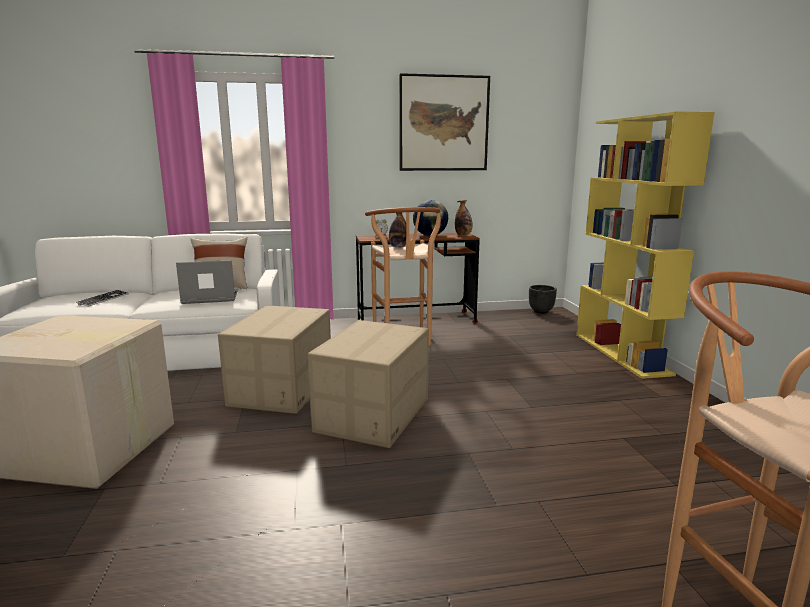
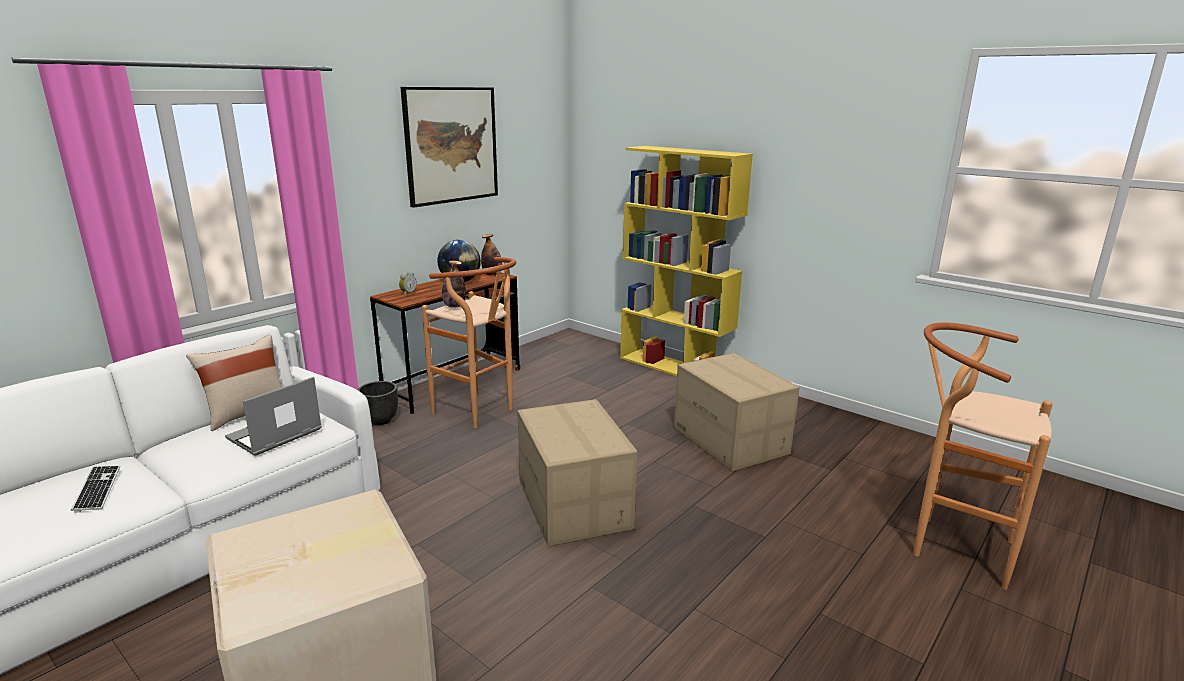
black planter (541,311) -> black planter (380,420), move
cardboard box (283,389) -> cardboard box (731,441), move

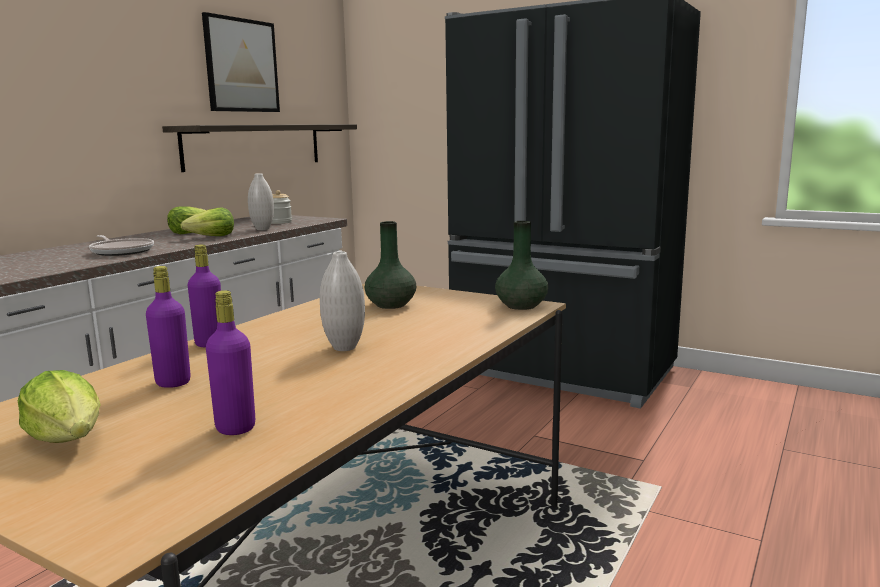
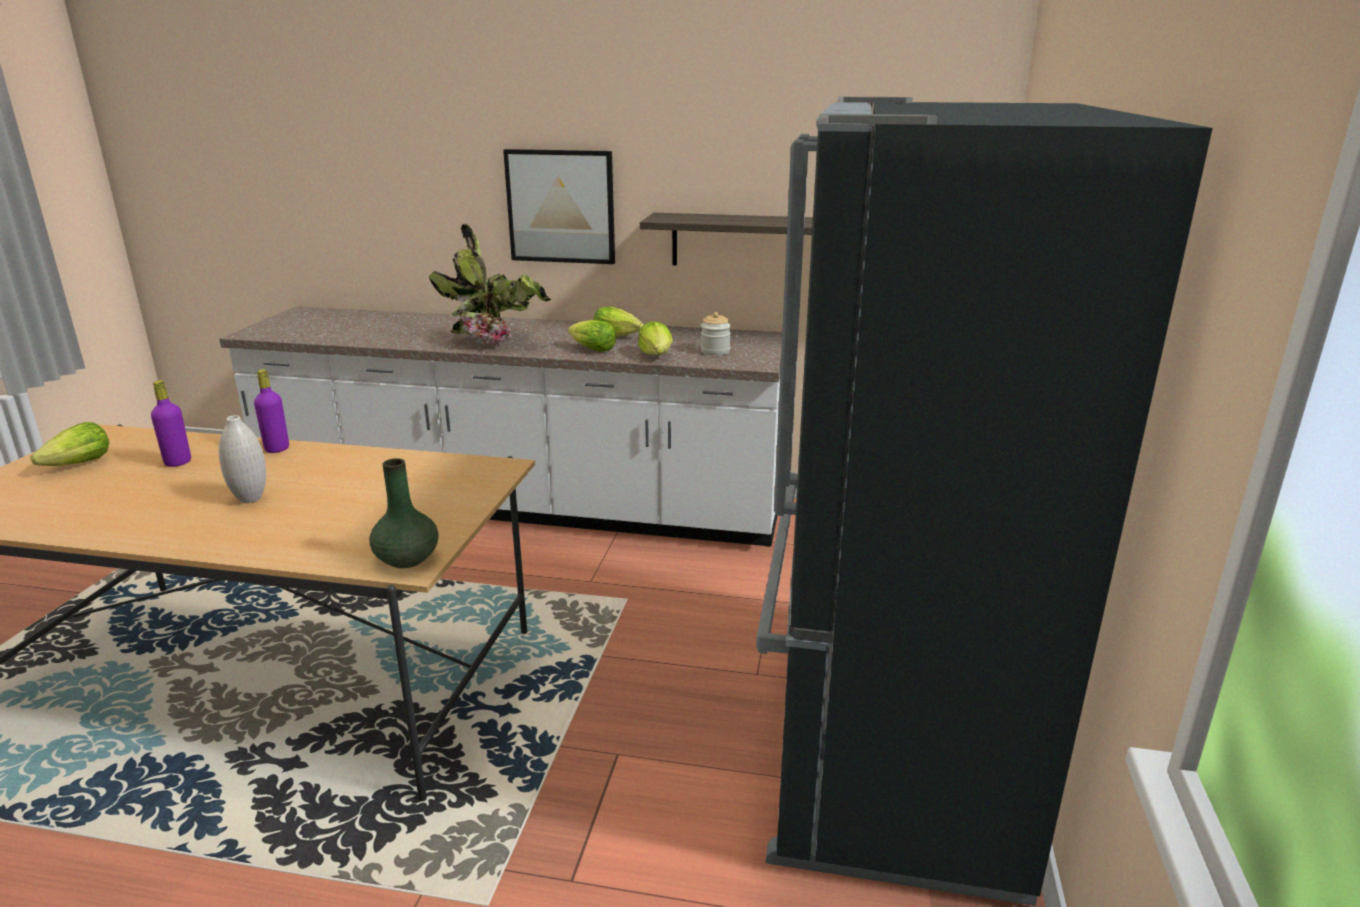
picture (241,65) -> picture (561,206), move
white vase (262,229) -> lettuce (657,355)
green vase (391,305) -> none
frying pan (121,251) -> potted plant (499,341)
purple bottle (235,428) -> none

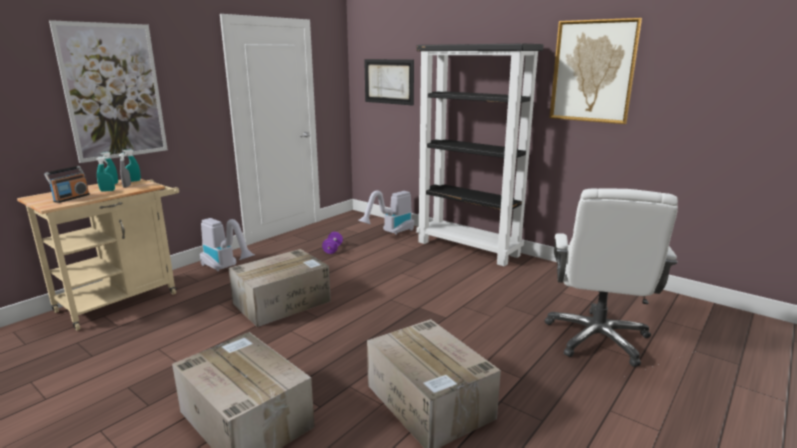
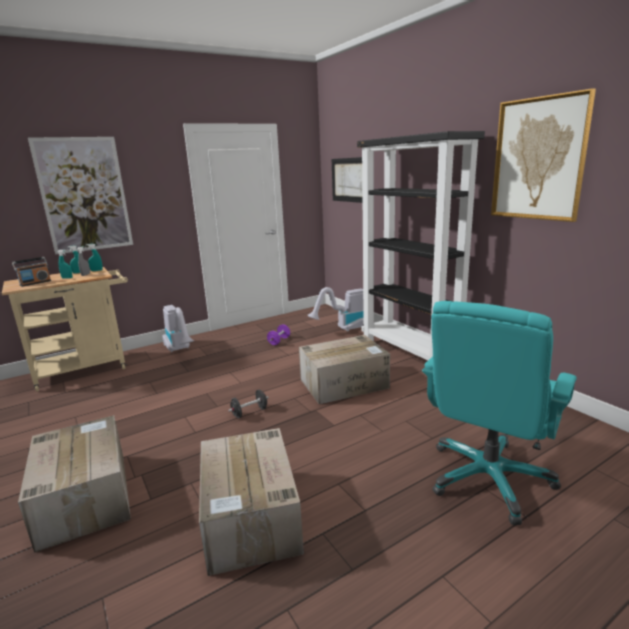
white office chair (597,338) -> turquoise office chair (488,478)
cardboard box (283,302) -> cardboard box (345,383), move
none -> black dumbbell (249,412)

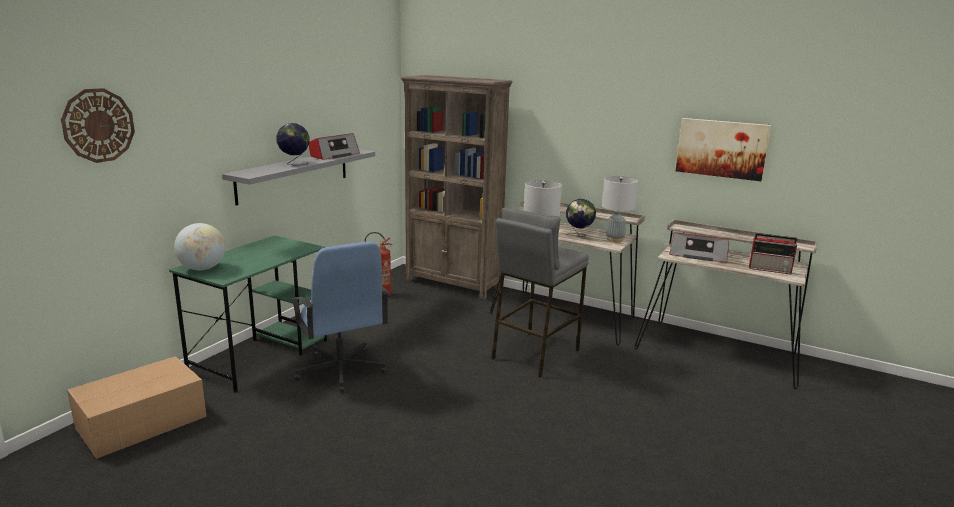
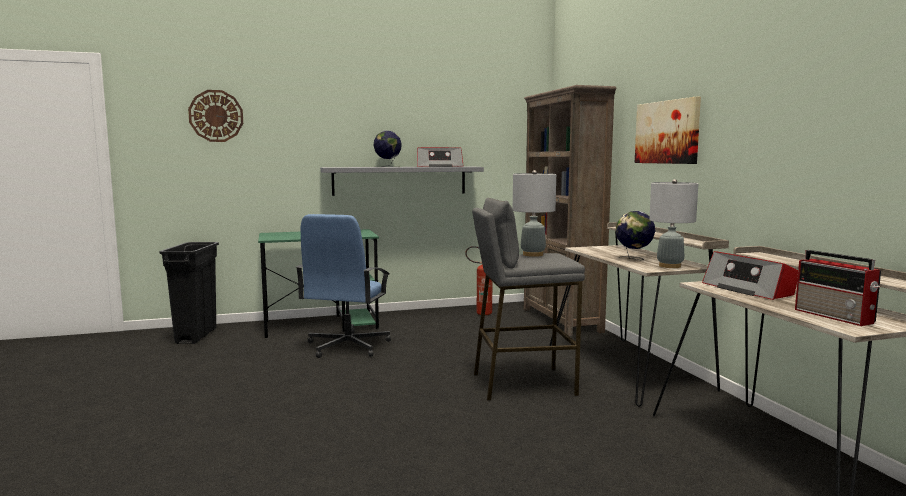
picture (721,148) -> picture (667,132), move
globe (202,269) -> none
cardboard box (144,422) -> black trash can (196,336)

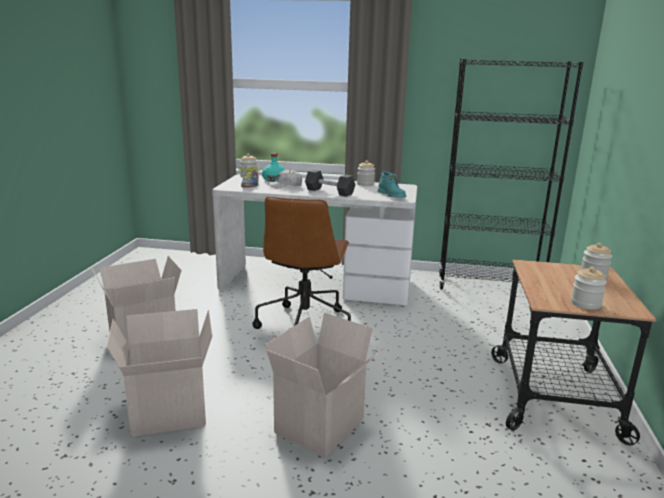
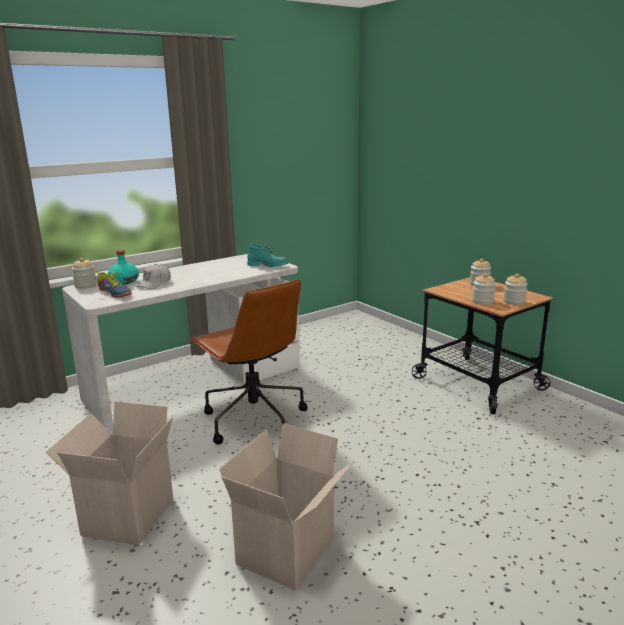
black bookcase (489,286) -> none
jar (365,184) -> jar (482,301), move
black dumbbell (329,192) -> none
cardboard box (321,427) -> none

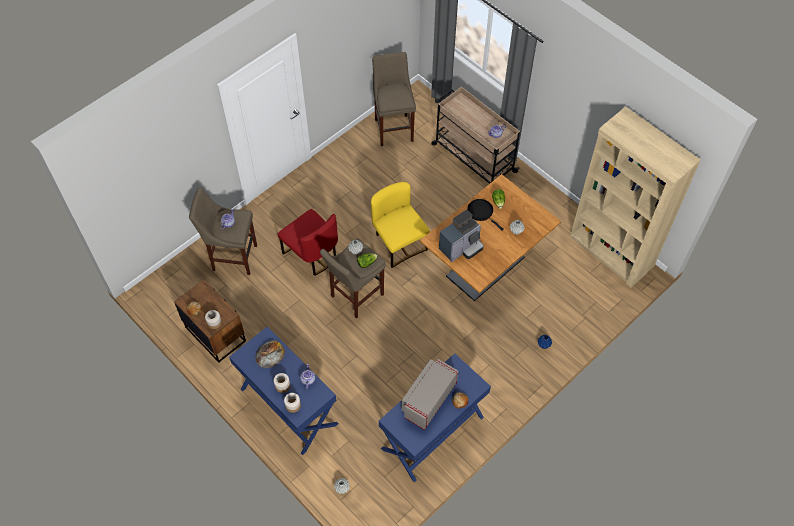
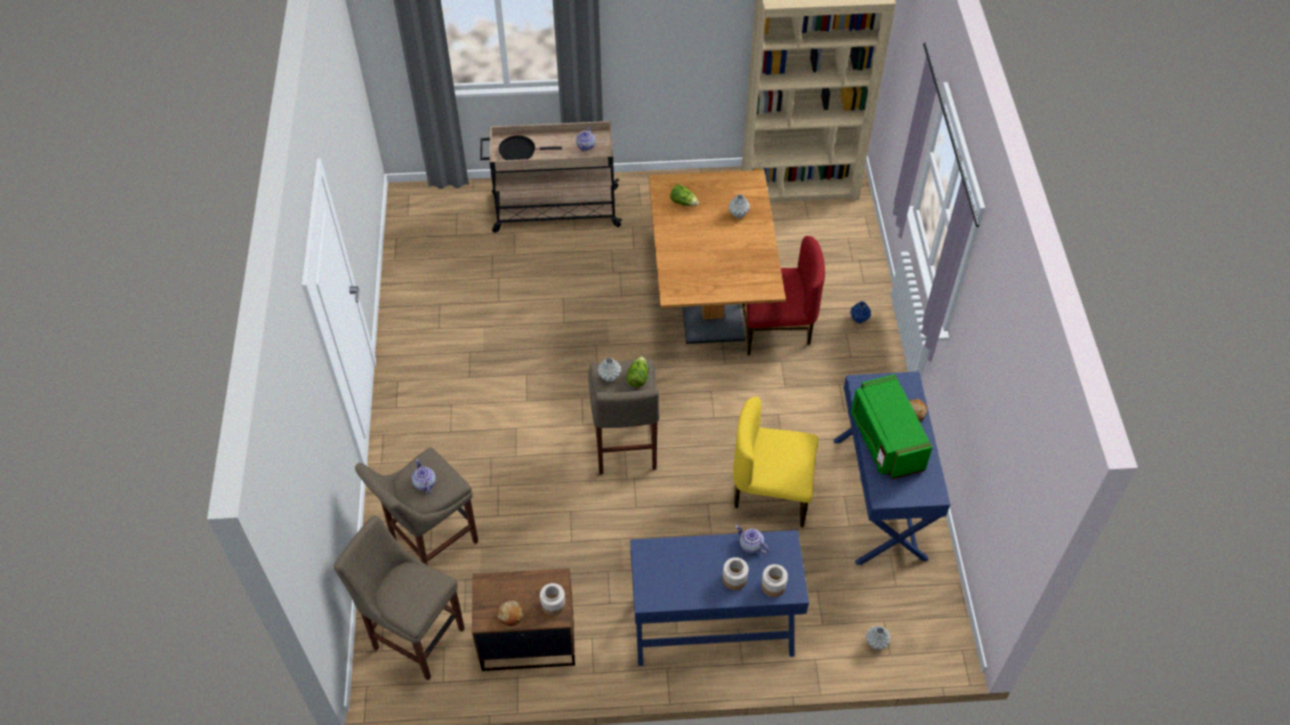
beige stool (393,128) -> beige stool (415,636), move
yellow chair (399,243) -> yellow chair (771,492), move
black frying pan (481,212) -> black frying pan (520,151), move
red chair (311,254) -> red chair (776,329), move
coffee machine (461,247) -> none
bread (270,354) -> none
grey microwave (428,399) -> green microwave (885,440)

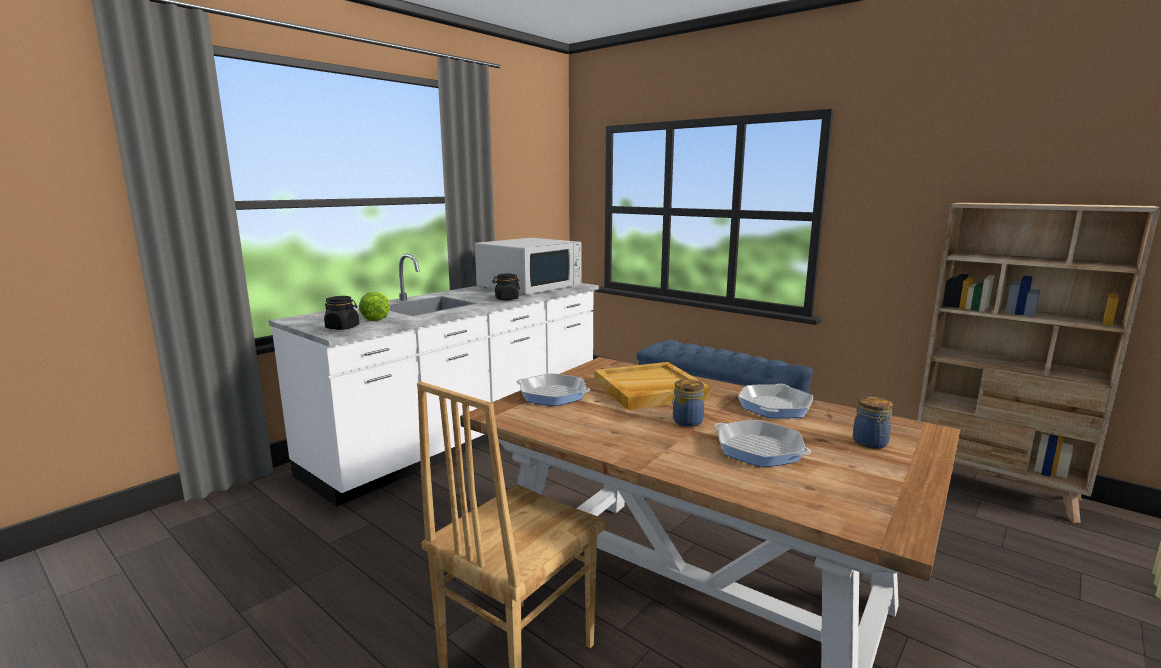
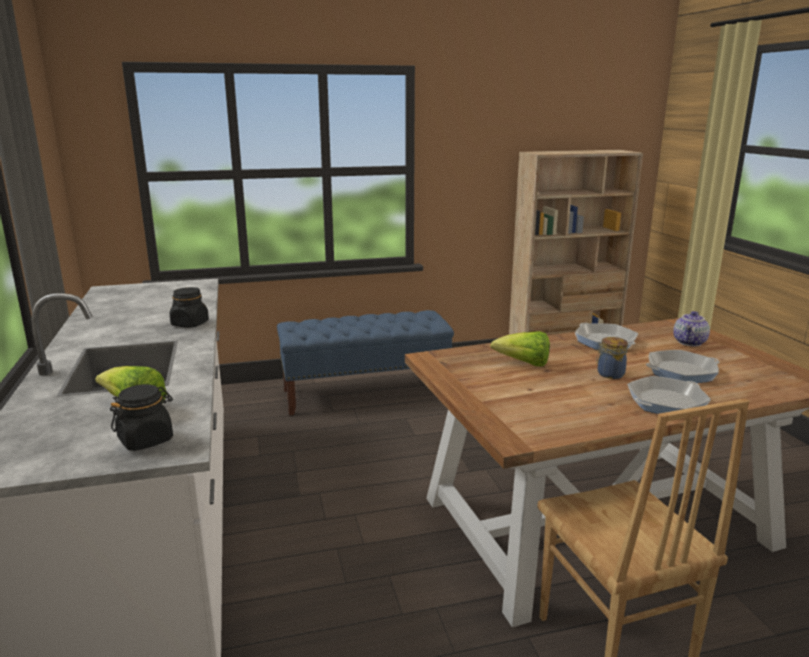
white microwave (530,286) -> none
beige tray (649,389) -> lettuce (524,364)
frying pan (552,395) -> frying pan (666,402), move
jar (870,443) -> teapot (690,343)

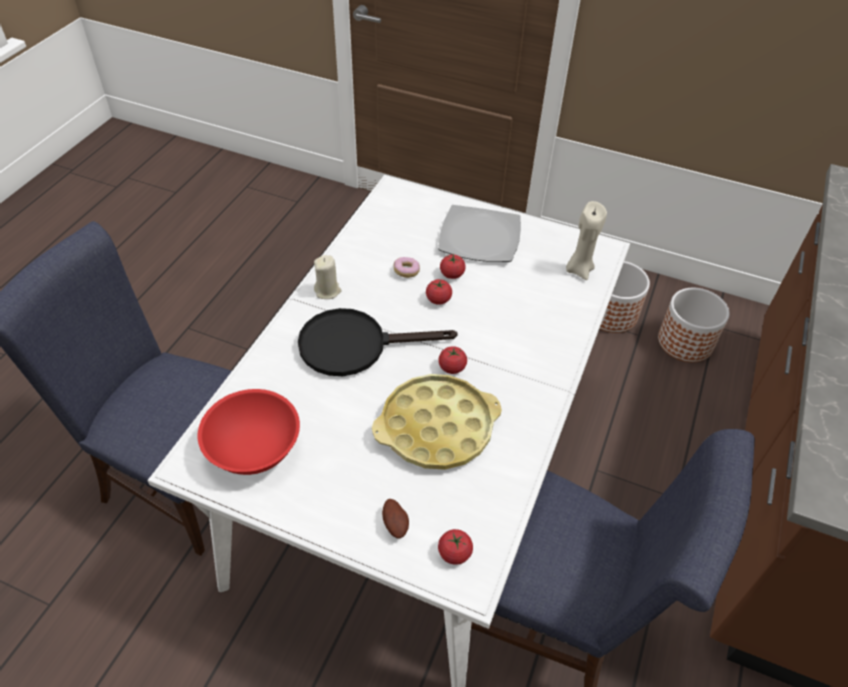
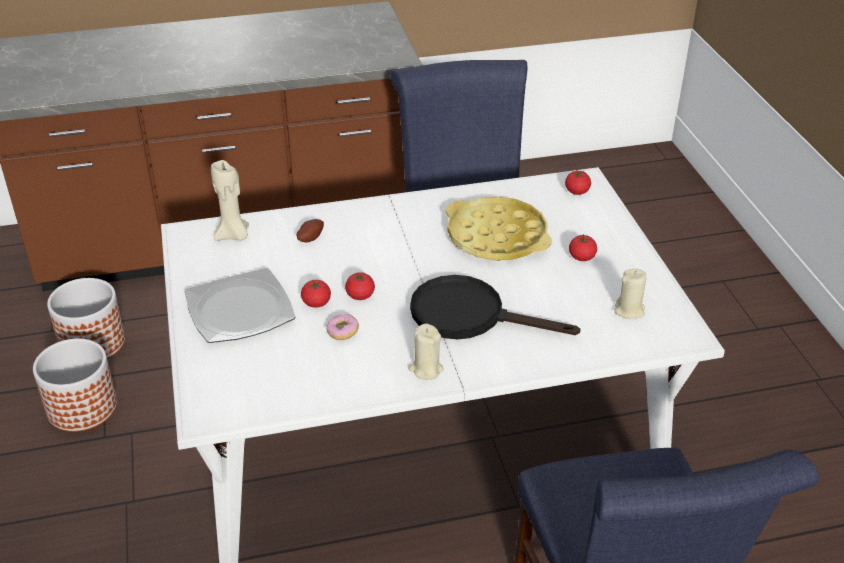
black frying pan (355,345) -> black frying pan (470,315), 150 degrees clockwise
tomato (452,367) -> tomato (581,257), move
red bowl (254,448) -> beige candle (629,310)
potato (395,524) -> potato (310,238), move

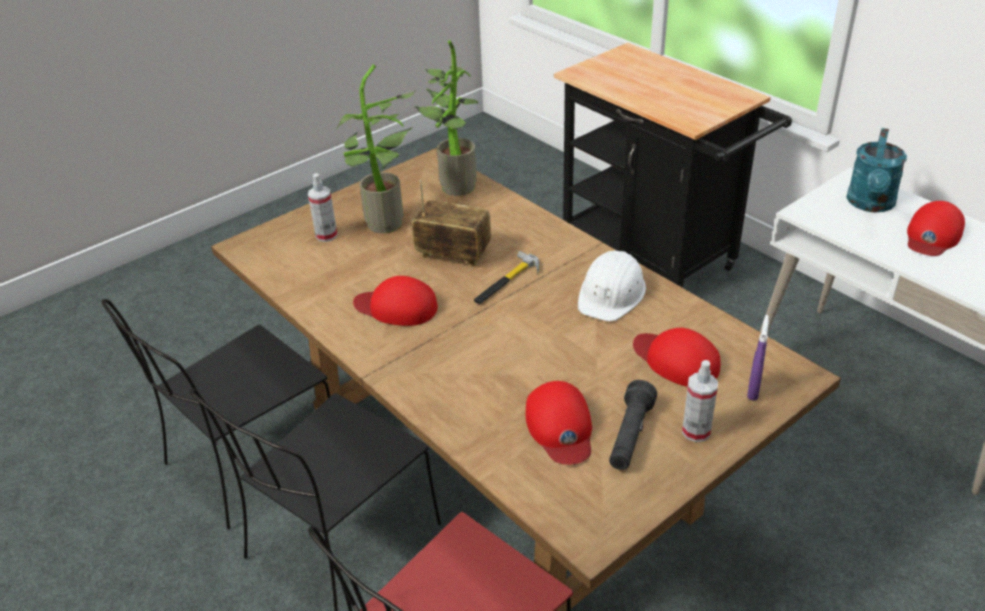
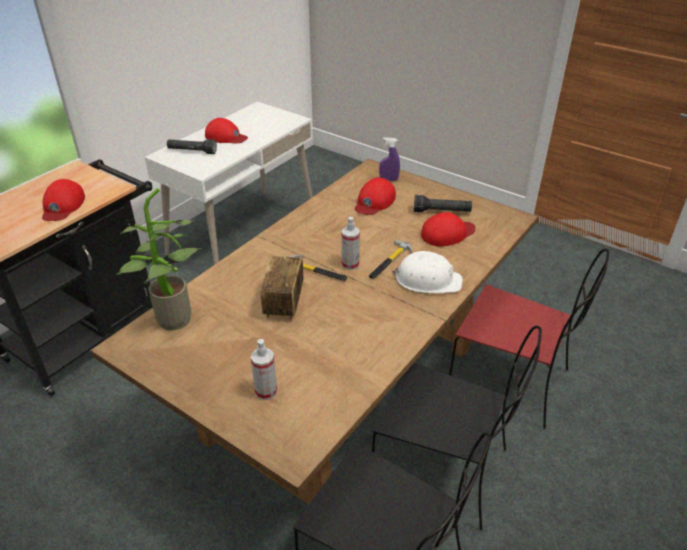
potted plant (385,226) -> none
turquoise watering can (870,204) -> black flashlight (192,152)
white hard hat (612,294) -> white hard hat (427,280), move
red cap (396,307) -> red cap (62,205), move
spray bottle (696,431) -> spray bottle (350,264), move
none -> hammer (389,262)

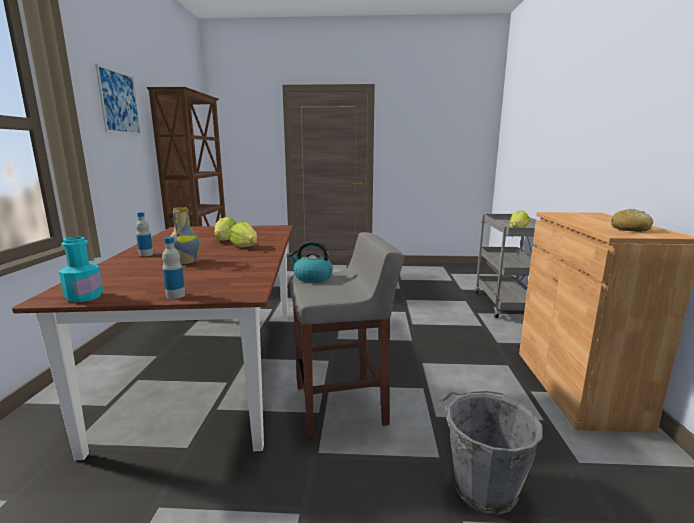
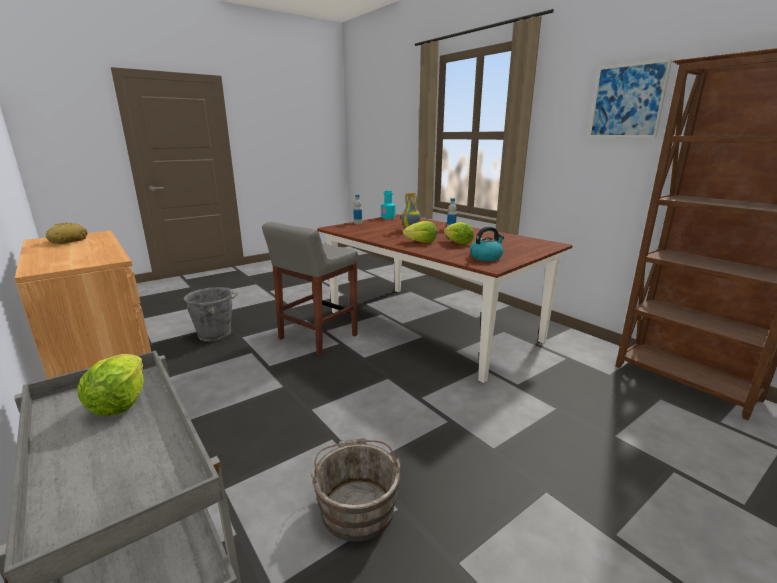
kettle (312,277) -> kettle (486,257), move
none -> grey bucket (357,505)

